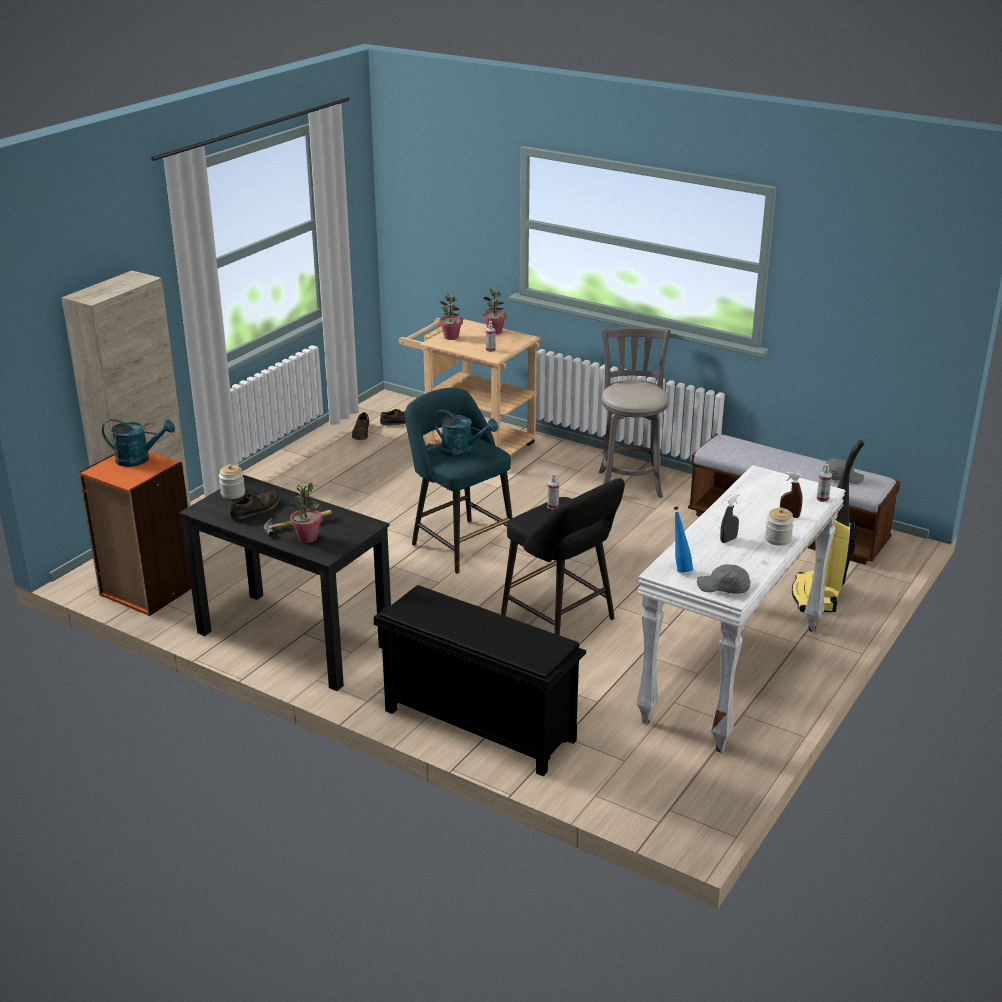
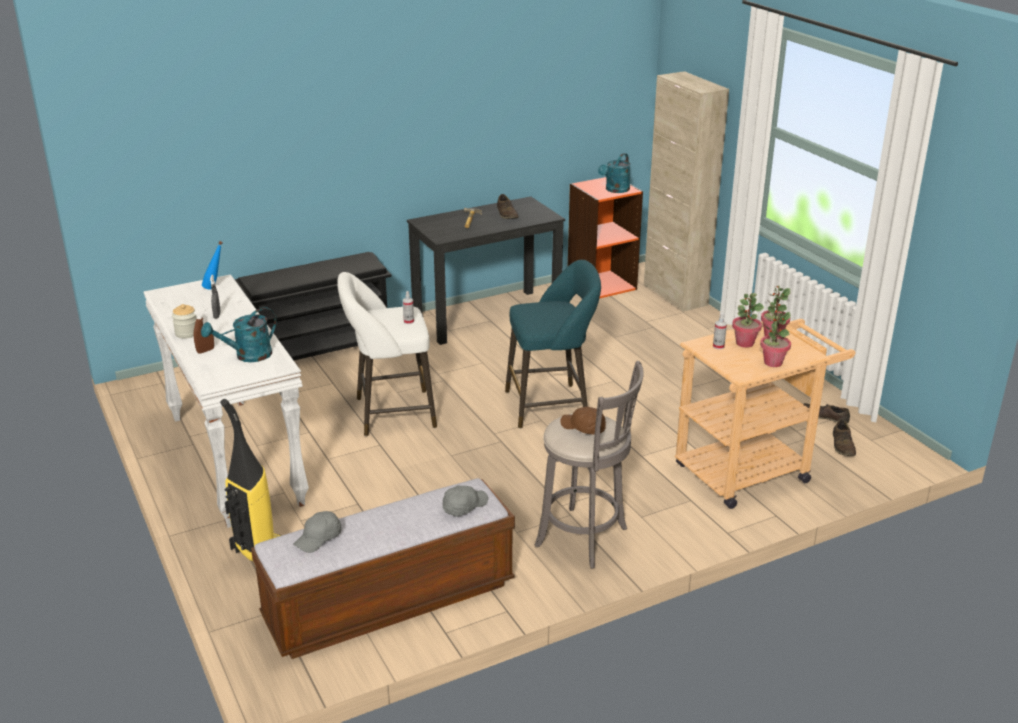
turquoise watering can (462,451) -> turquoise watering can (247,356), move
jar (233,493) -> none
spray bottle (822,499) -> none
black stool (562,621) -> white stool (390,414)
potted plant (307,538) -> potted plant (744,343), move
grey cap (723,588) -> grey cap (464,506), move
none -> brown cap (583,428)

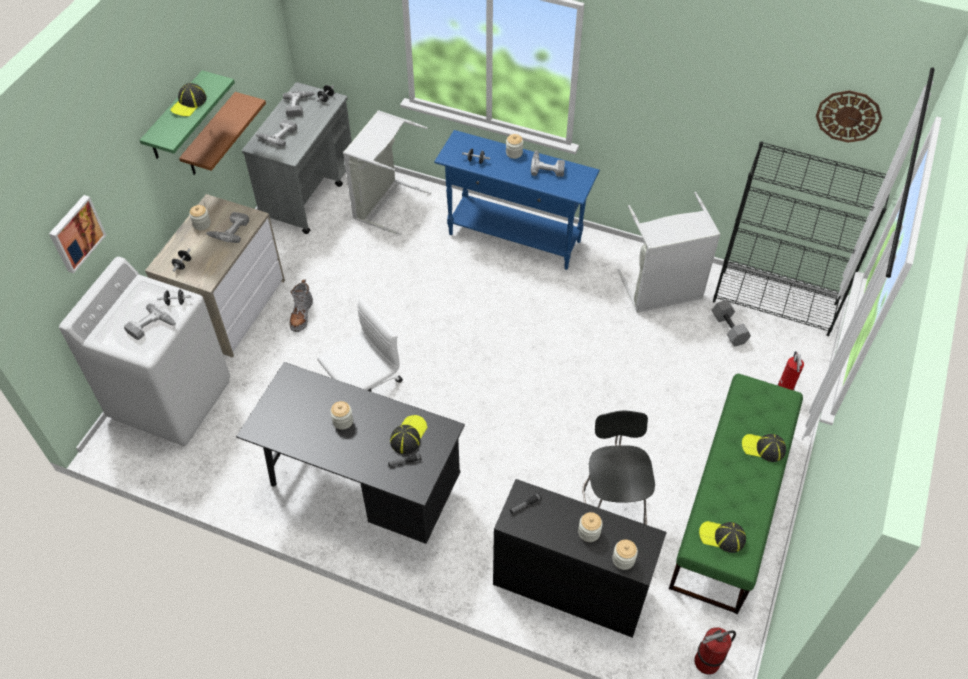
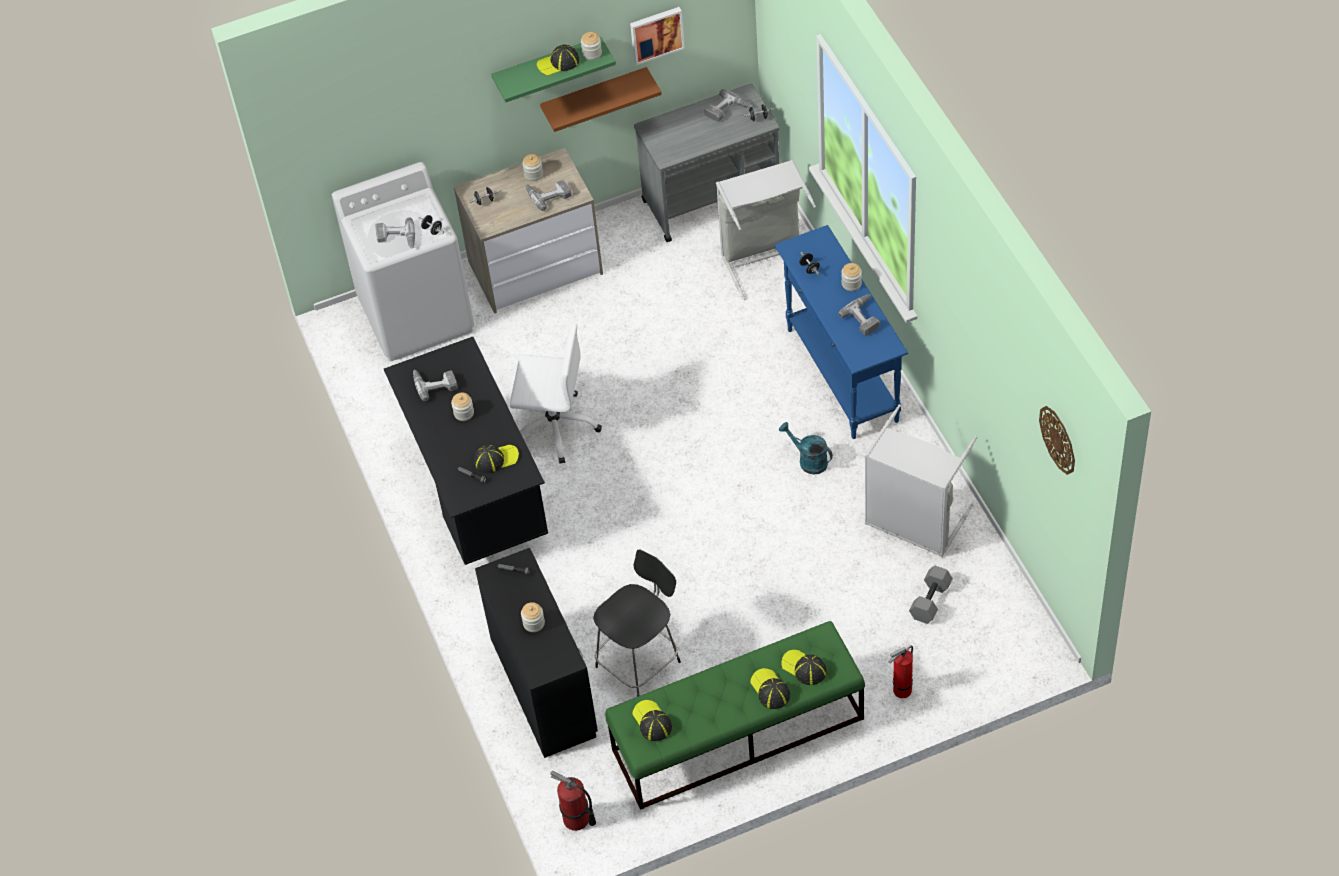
power drill (277,135) -> power drill (435,383), move
black bookcase (775,302) -> none
picture (75,233) -> picture (656,34), move
grey boot (301,315) -> none
jar (623,559) -> jar (592,53), move
none -> turquoise watering can (808,460)
none -> cap (804,668)

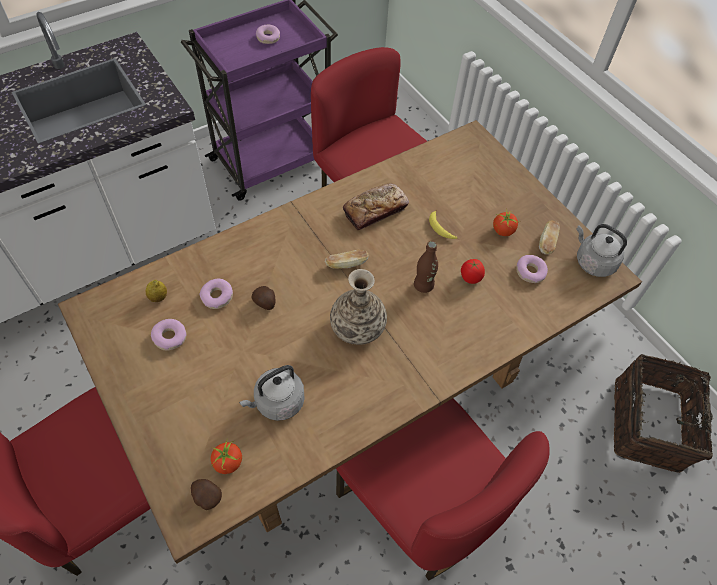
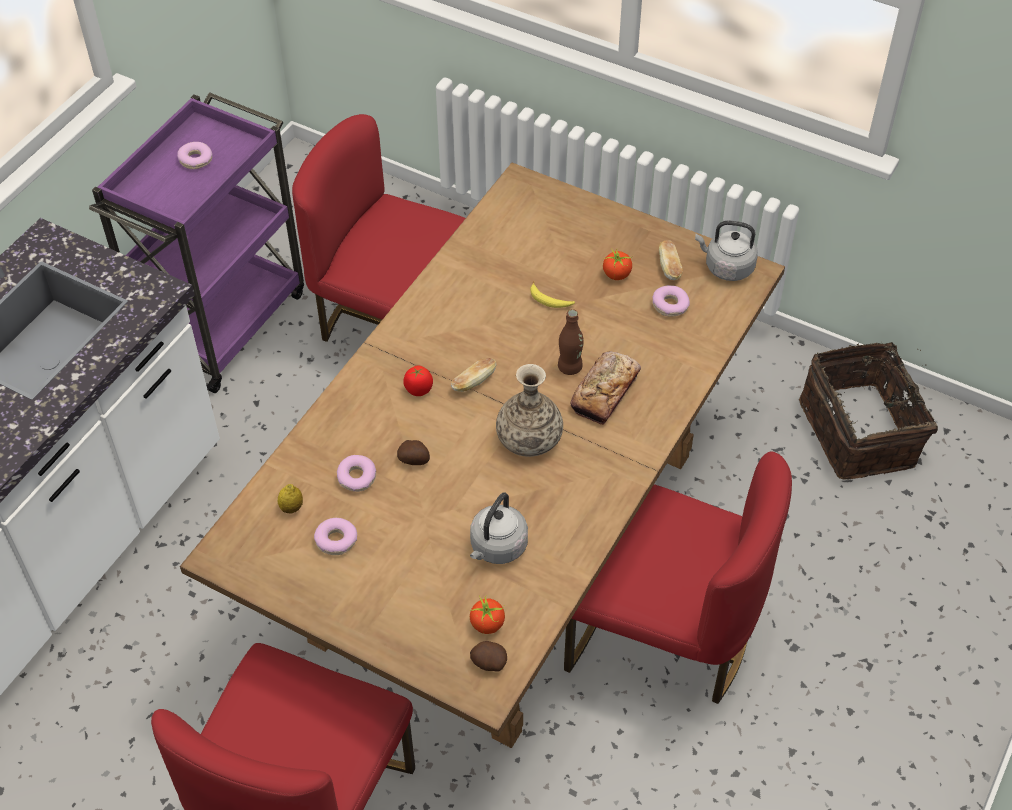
bread (375,210) -> bread (605,392), move
tomato (470,278) -> tomato (418,391), move

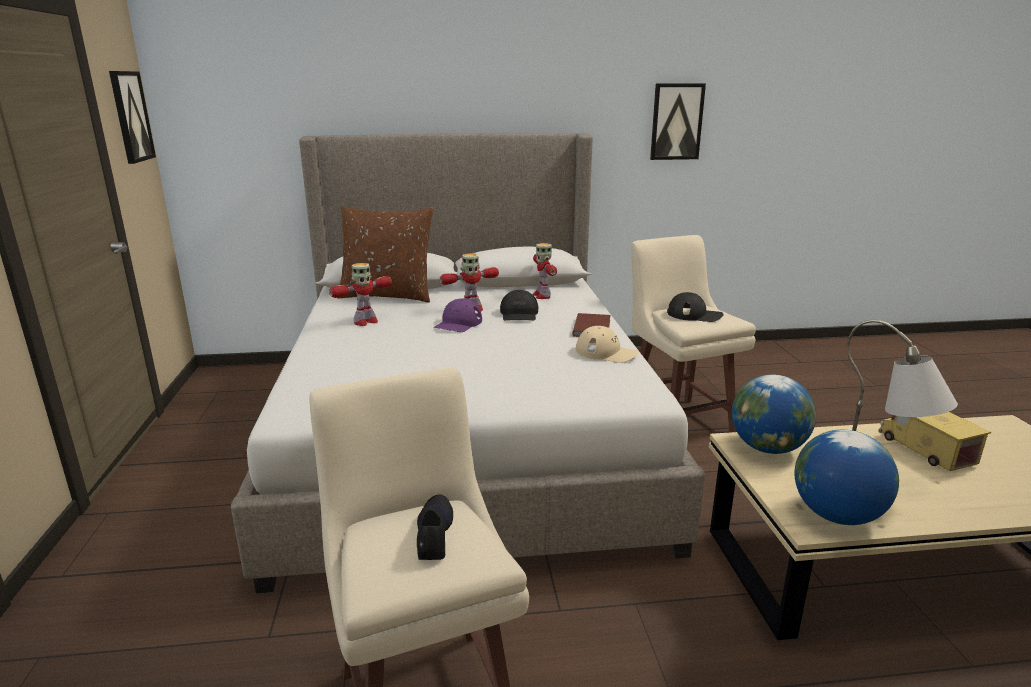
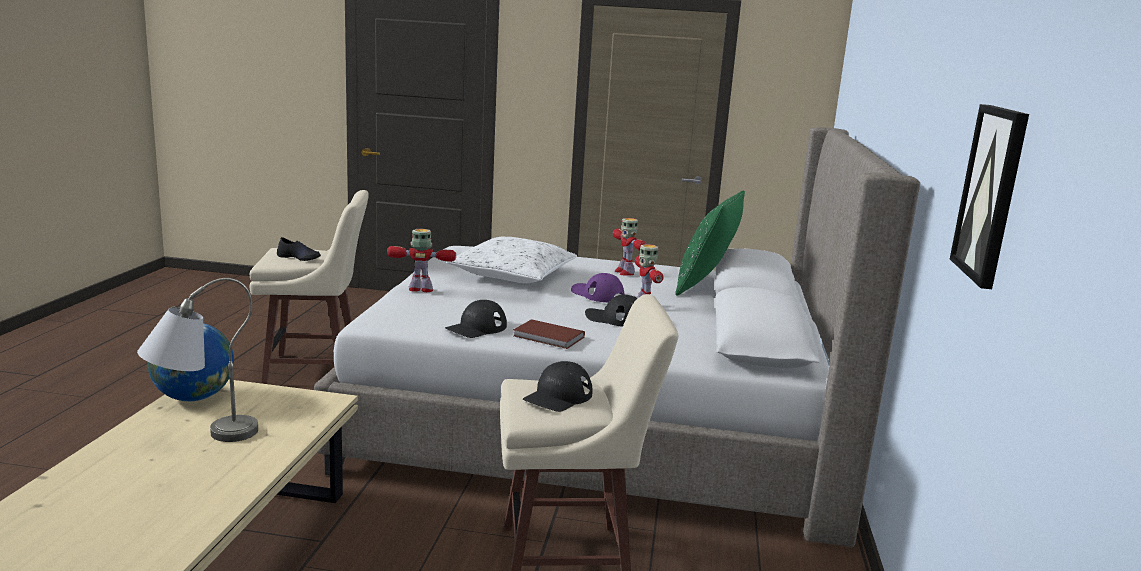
picture (131,116) -> none
brown pillow (387,296) -> green pillow (706,286)
toy robot (542,295) -> toy robot (421,290), move
beige cap (606,352) -> black cap (476,328)
globe (767,448) -> none
toy truck (926,450) -> none
none -> white pillow (513,274)

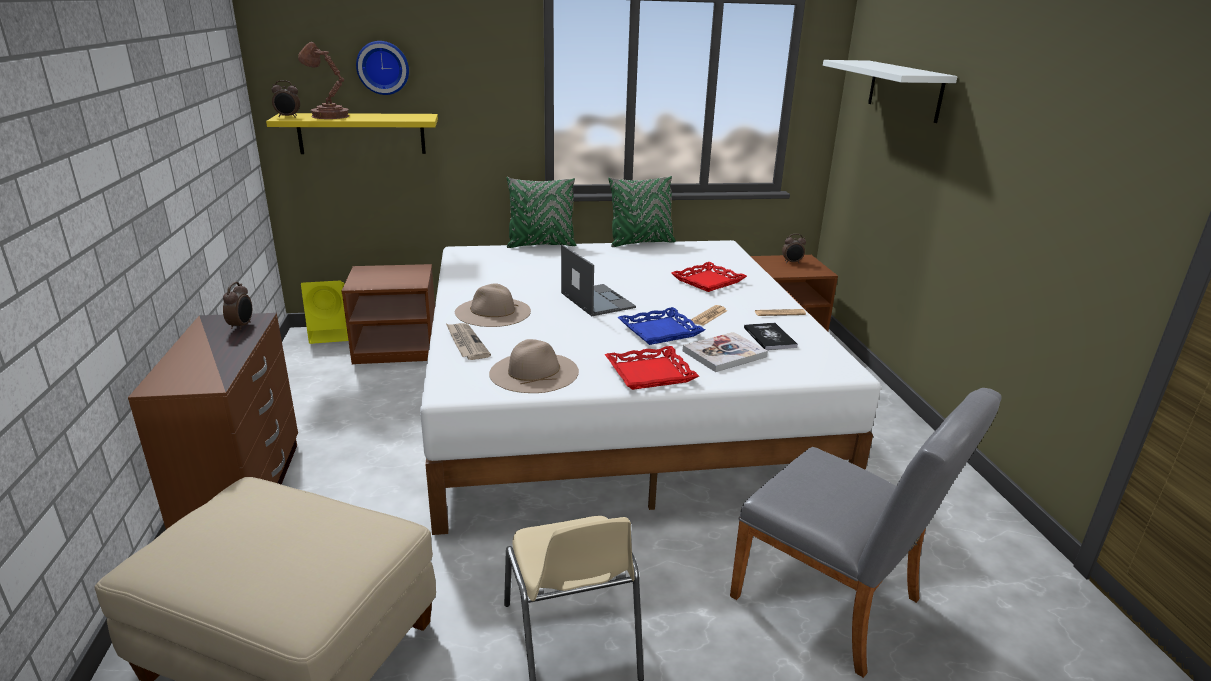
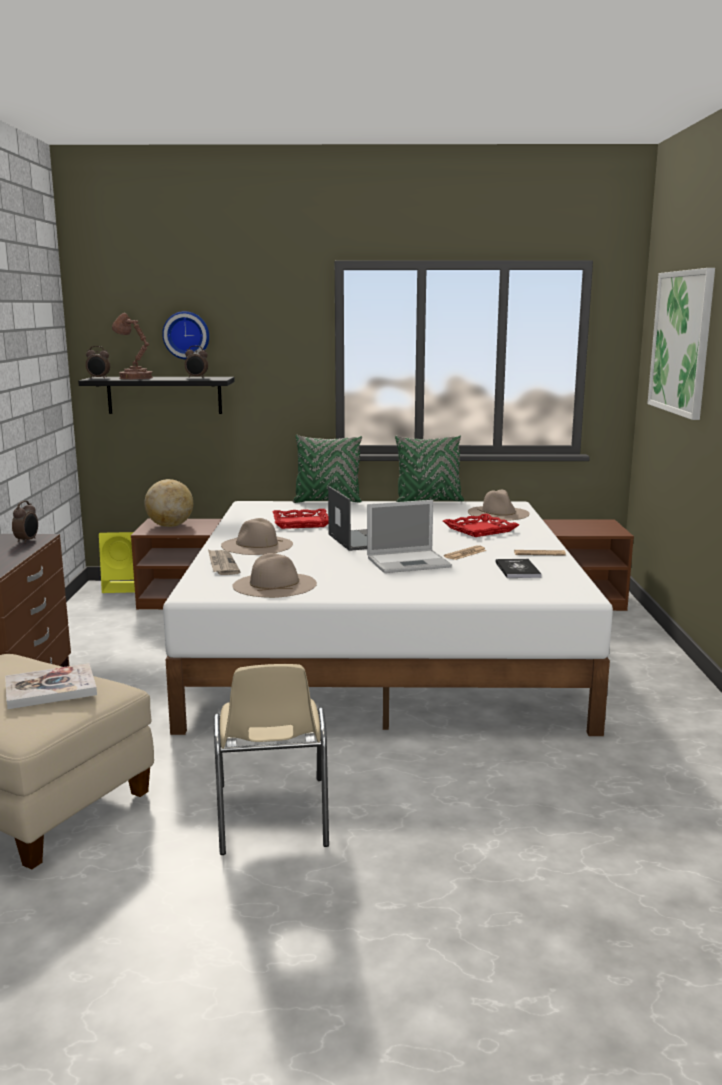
white shelf (904,90) -> picture (681,342)
yellow shelf (361,133) -> black shelf (164,395)
alarm clock (792,262) -> alarm clock (197,377), move
blue tray (660,331) -> laptop (410,562)
book (724,354) -> book (50,689), move
red tray (650,373) -> red tray (301,523), move
grey chair (836,604) -> none
none -> globe (170,526)
none -> beige hat (498,513)

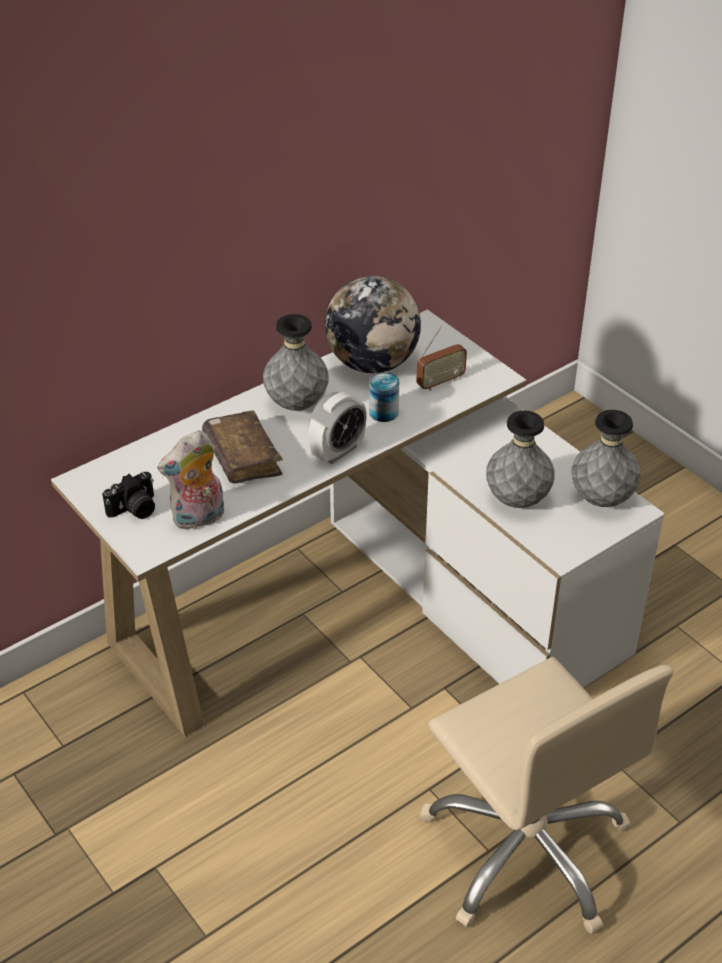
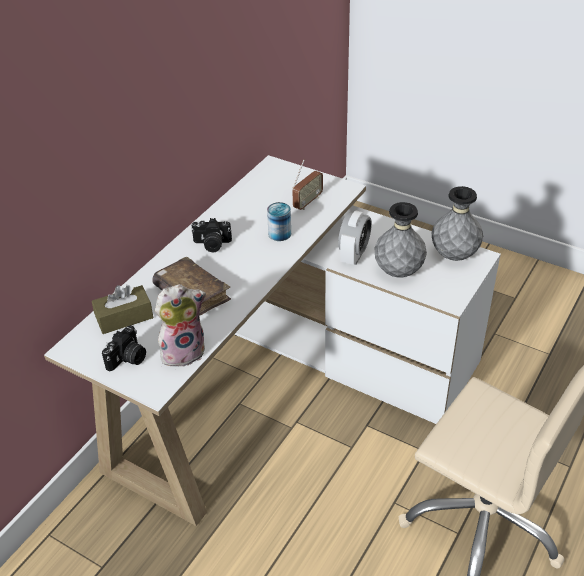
globe (372,363) -> none
grey vase (297,404) -> photo camera (212,244)
alarm clock (338,451) -> alarm clock (354,255), move
plush toy (198,519) -> plush toy (184,351), 150 degrees counterclockwise
none -> brown tissue box (124,317)

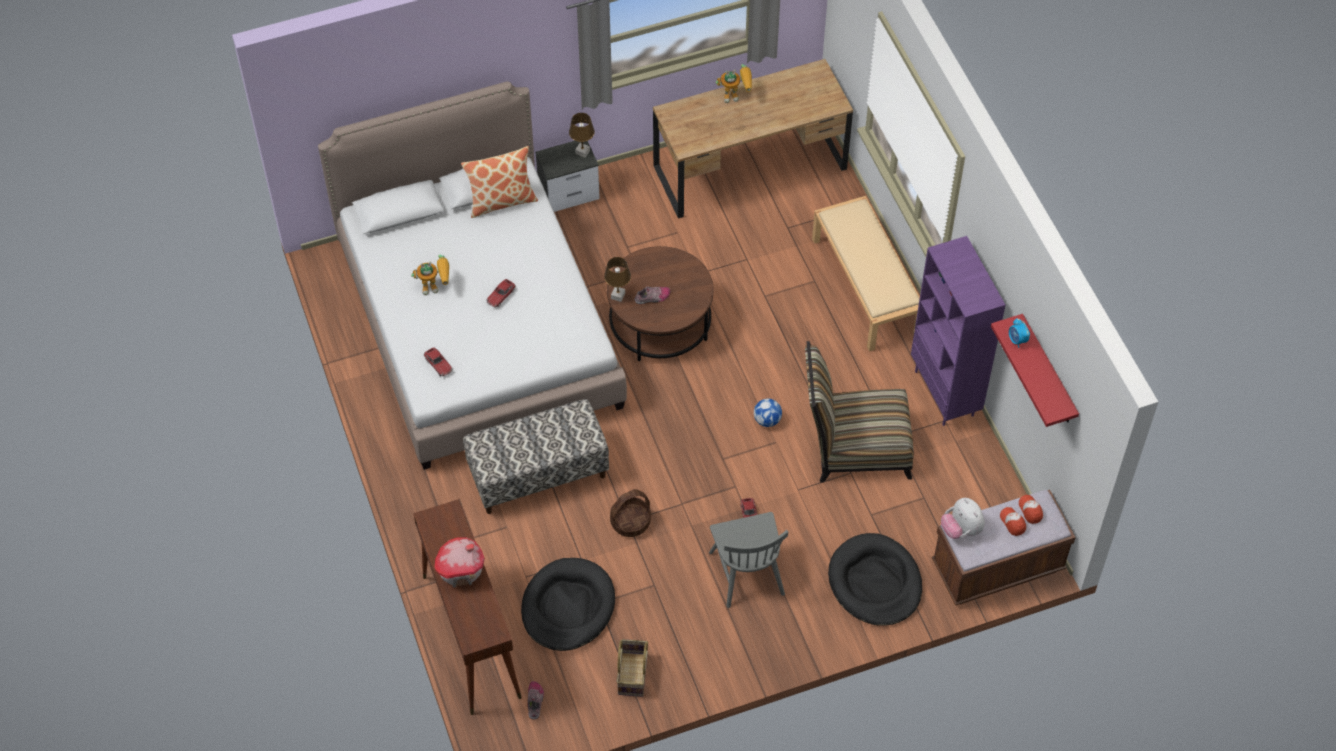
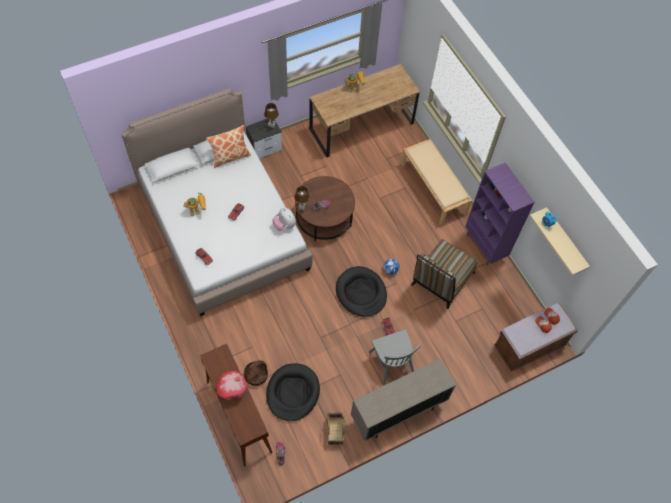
red shelf (1048,372) -> beige shelf (565,241)
chair (854,447) -> chair (440,282), 45 degrees counterclockwise
bench (538,473) -> none
basket (630,522) -> basket (256,375), move
plush toy (961,529) -> plush toy (284,225), move
black dog bed (875,582) -> black dog bed (361,293), move
none -> beige cabinet (397,413)

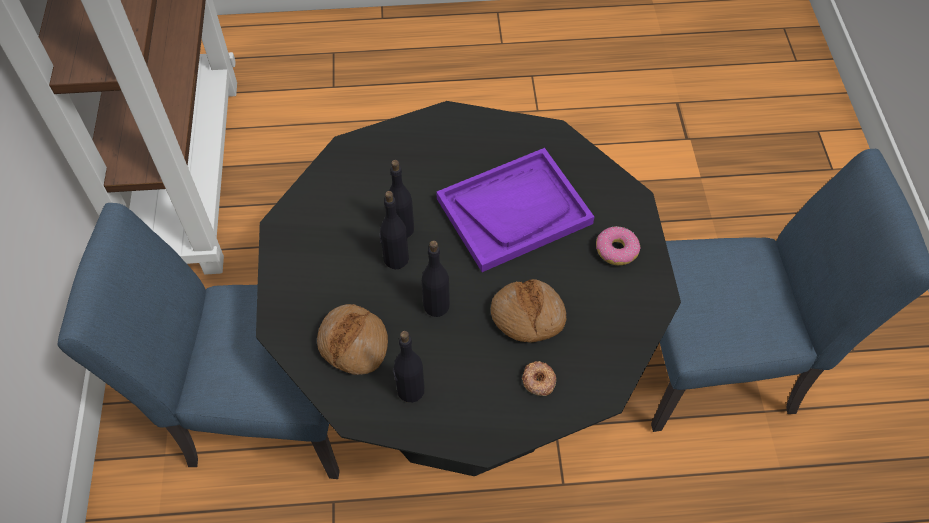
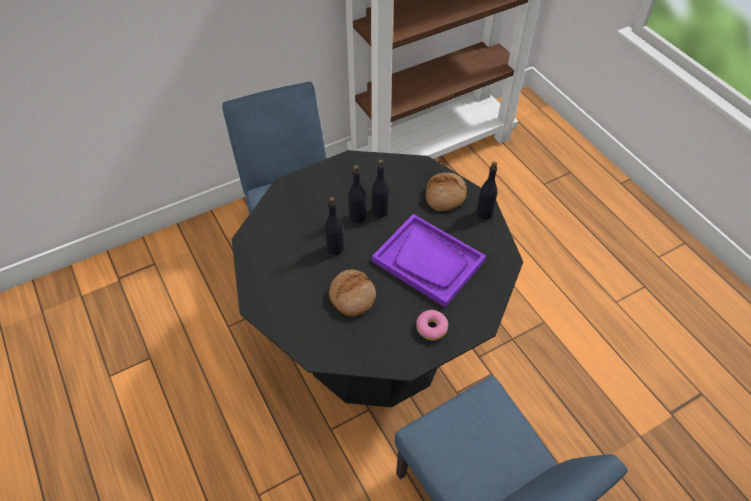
bread (354,344) -> bread (445,196), move
black bottle (410,390) -> black bottle (484,213), move
donut (538,380) -> none

